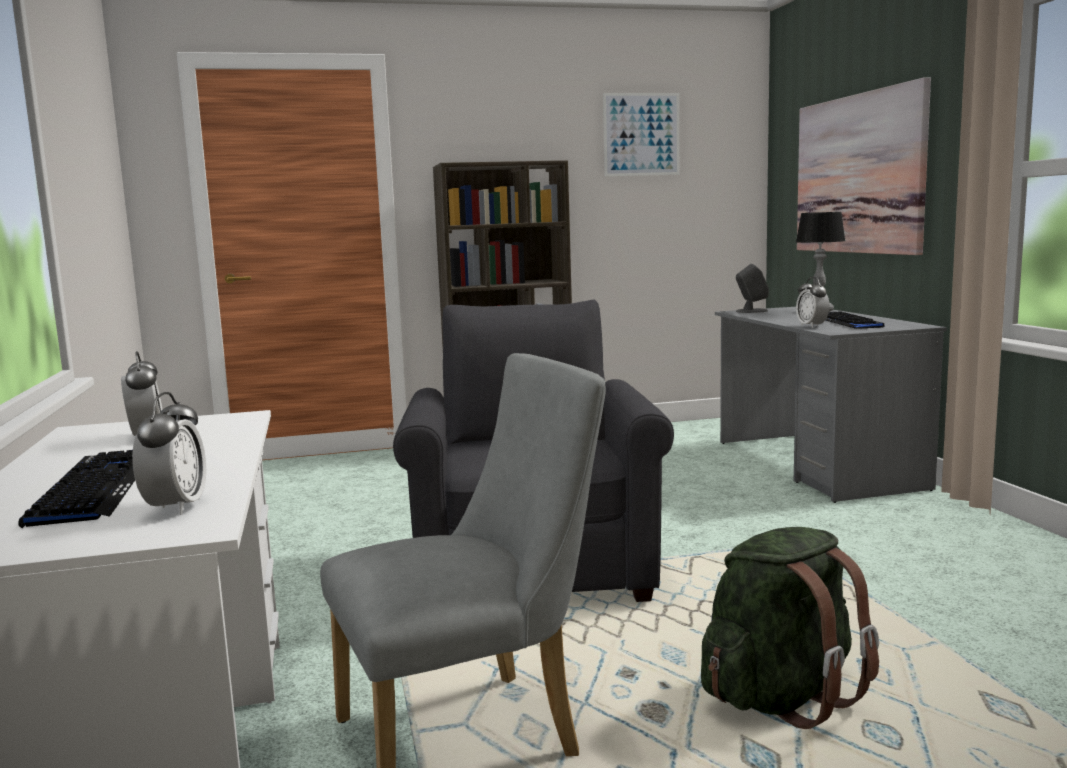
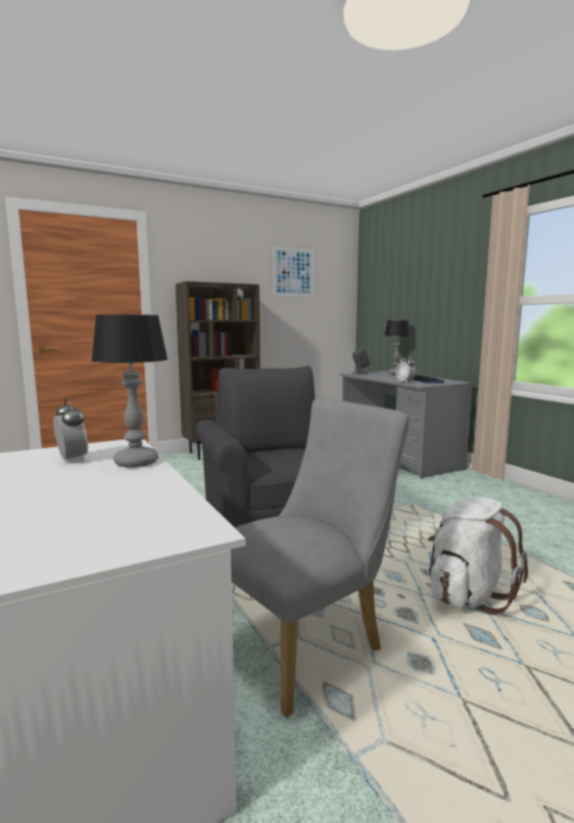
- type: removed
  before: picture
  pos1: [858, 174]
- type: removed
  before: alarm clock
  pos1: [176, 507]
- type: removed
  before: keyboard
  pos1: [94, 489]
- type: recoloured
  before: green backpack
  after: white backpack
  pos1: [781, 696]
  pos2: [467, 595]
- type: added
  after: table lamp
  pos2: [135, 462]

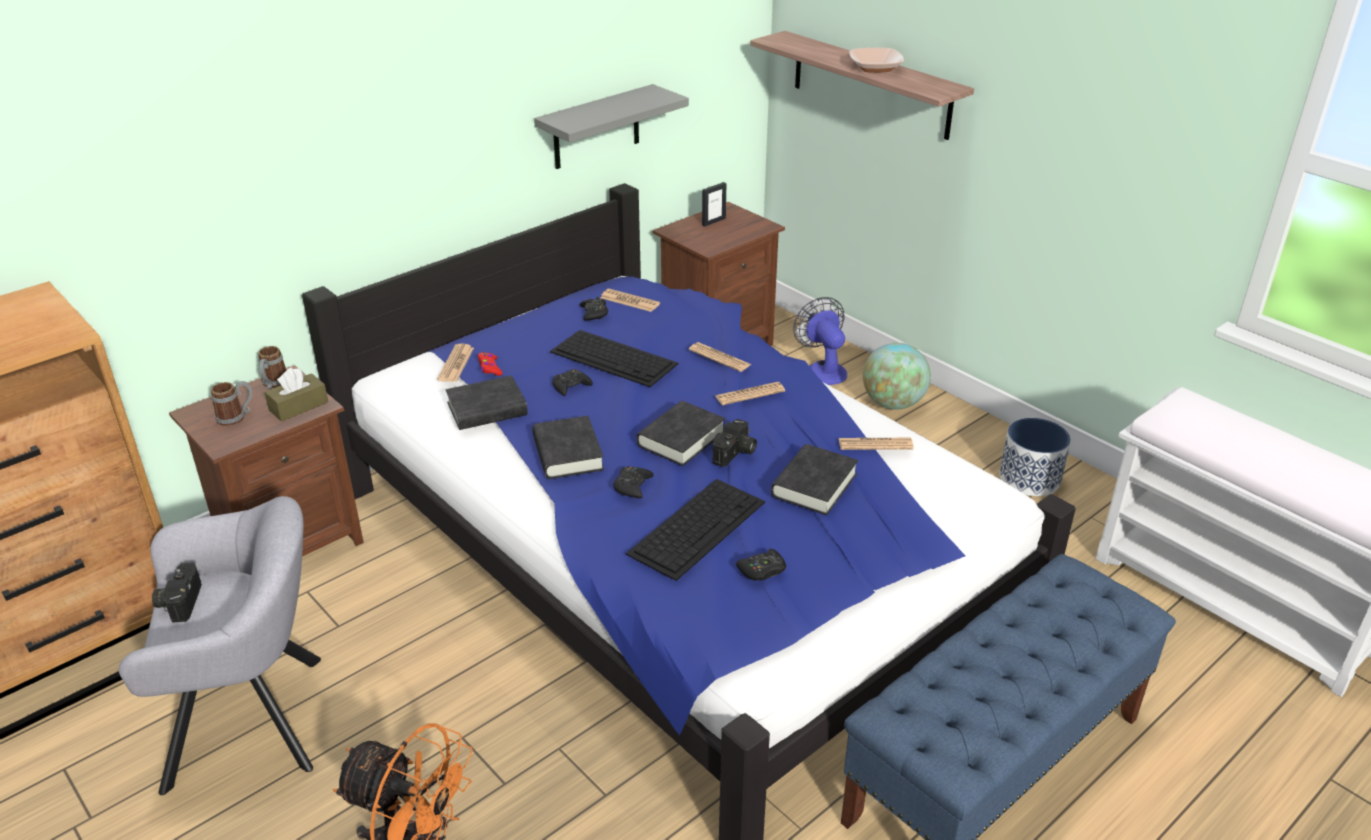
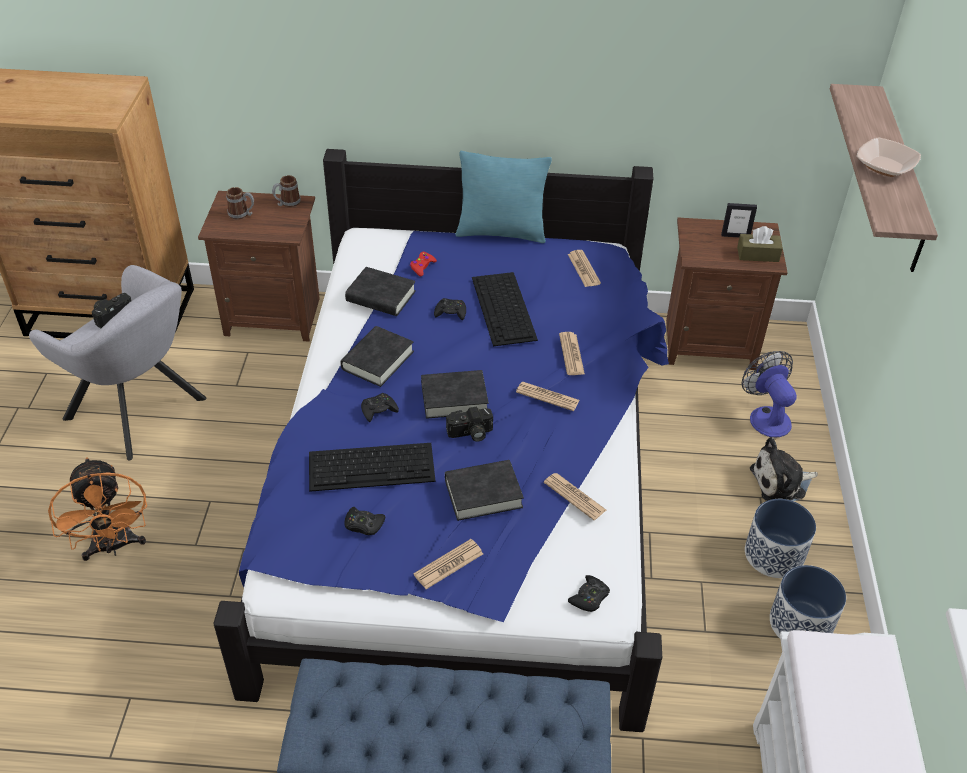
- type: removed
  before: grey shelf
  pos1: [596, 128]
- type: moved
  before: black game controller
  pos1: [594, 313]
  pos2: [589, 597]
- type: turned
  before: fan
  pos1: [822, 369]
  pos2: [766, 416]
  turn: -45
- type: replaced
  before: globe
  after: plush toy
  pos1: [893, 403]
  pos2: [781, 482]
- type: moved
  before: newspaper
  pos1: [456, 364]
  pos2: [448, 564]
- type: moved
  before: brown tissue box
  pos1: [298, 406]
  pos2: [758, 254]
- type: added
  after: turquoise pillow
  pos2: [501, 232]
- type: added
  after: planter
  pos2: [774, 555]

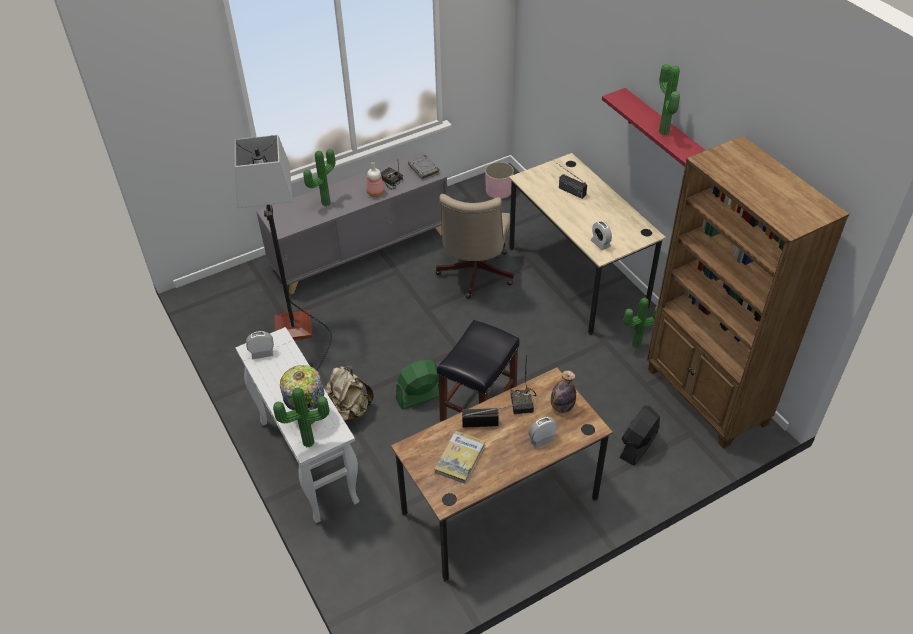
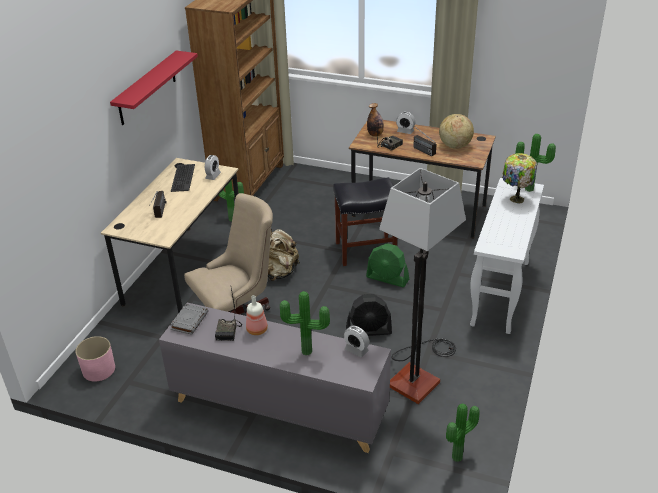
- type: moved
  before: potted plant
  pos1: [662, 132]
  pos2: [459, 458]
- type: moved
  before: alarm clock
  pos1: [262, 353]
  pos2: [356, 350]
- type: moved
  before: beige backpack
  pos1: [348, 410]
  pos2: [280, 272]
- type: moved
  before: black fan
  pos1: [638, 445]
  pos2: [369, 331]
- type: replaced
  before: book
  after: globe
  pos1: [460, 458]
  pos2: [454, 146]
- type: added
  after: keyboard
  pos2: [182, 178]

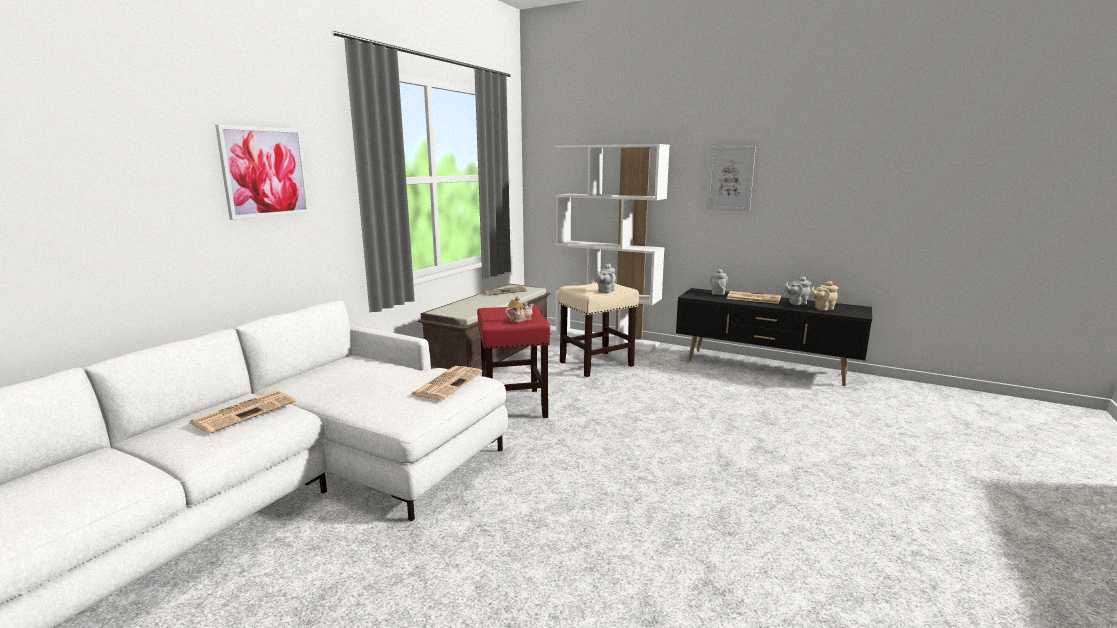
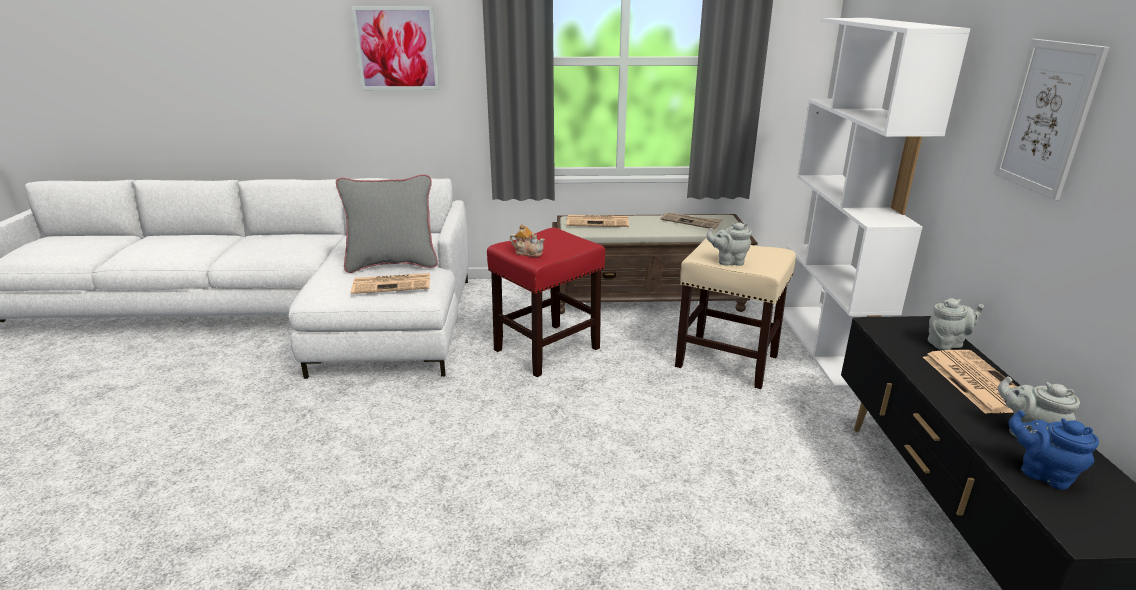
- type: recoloured
  before: beige teapot
  after: blue teapot
  pos1: [822, 308]
  pos2: [1042, 473]
- type: moved
  before: newspaper
  pos1: [245, 411]
  pos2: [598, 222]
- type: added
  after: grey pillow
  pos2: [392, 264]

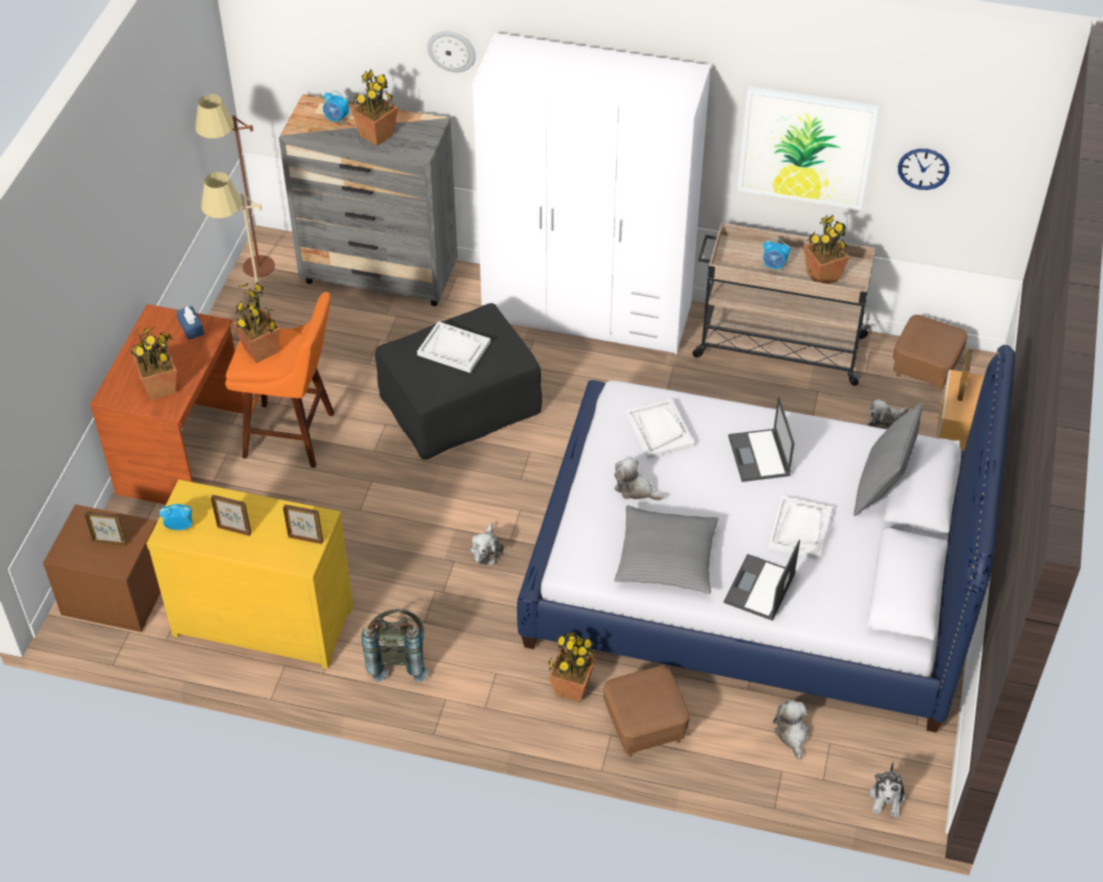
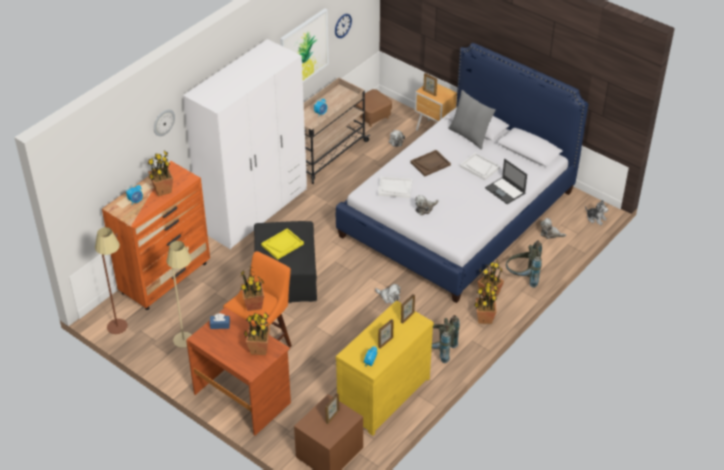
- type: recoloured
  before: grey dresser
  after: orange dresser
  pos1: [380, 275]
  pos2: [165, 278]
- type: moved
  before: potted plant
  pos1: [822, 276]
  pos2: [484, 318]
- type: recoloured
  before: white tray
  after: yellow tray
  pos1: [454, 348]
  pos2: [282, 244]
- type: replaced
  before: laptop
  after: brown tray
  pos1: [759, 456]
  pos2: [430, 164]
- type: removed
  before: grey pillow
  pos1: [666, 558]
- type: replaced
  before: brown ottoman
  after: grey backpack
  pos1: [644, 726]
  pos2: [522, 278]

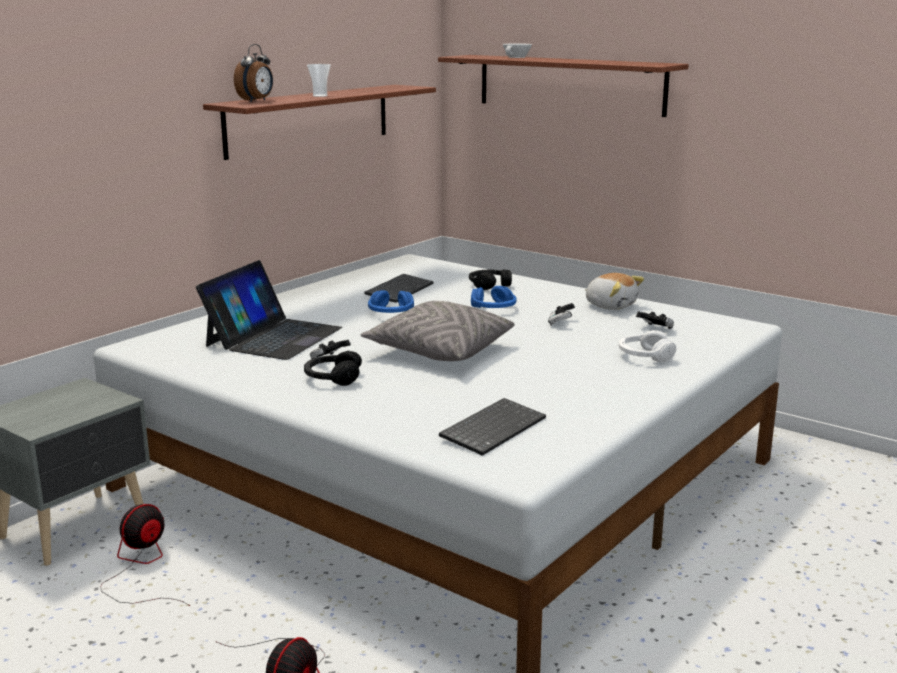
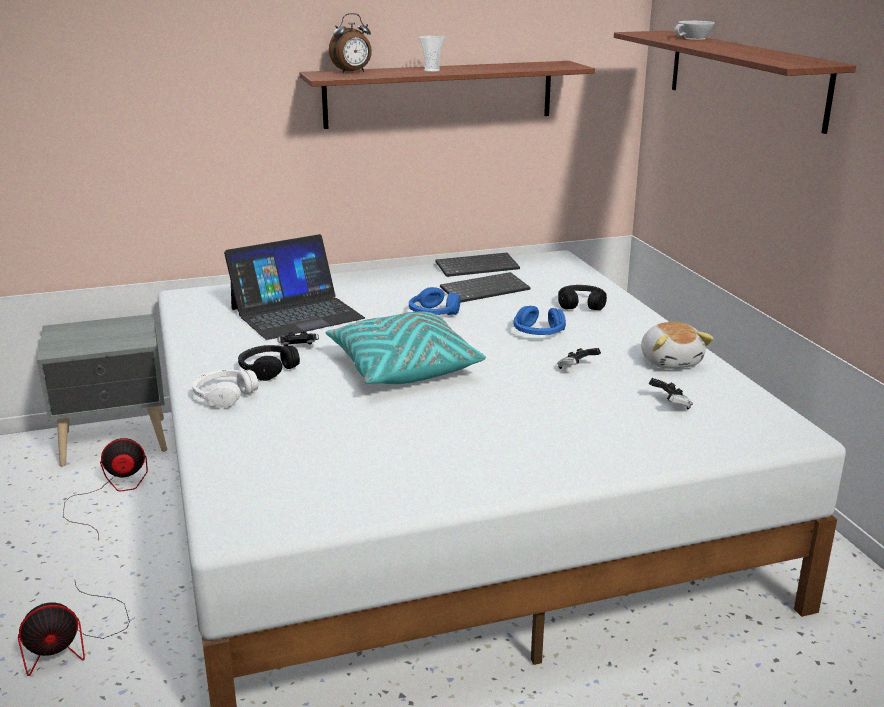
- type: recoloured
  before: grey pillow
  after: turquoise pillow
  pos1: [439, 351]
  pos2: [402, 368]
- type: moved
  before: white headphones
  pos1: [644, 356]
  pos2: [224, 396]
- type: moved
  before: keyboard
  pos1: [492, 428]
  pos2: [478, 266]

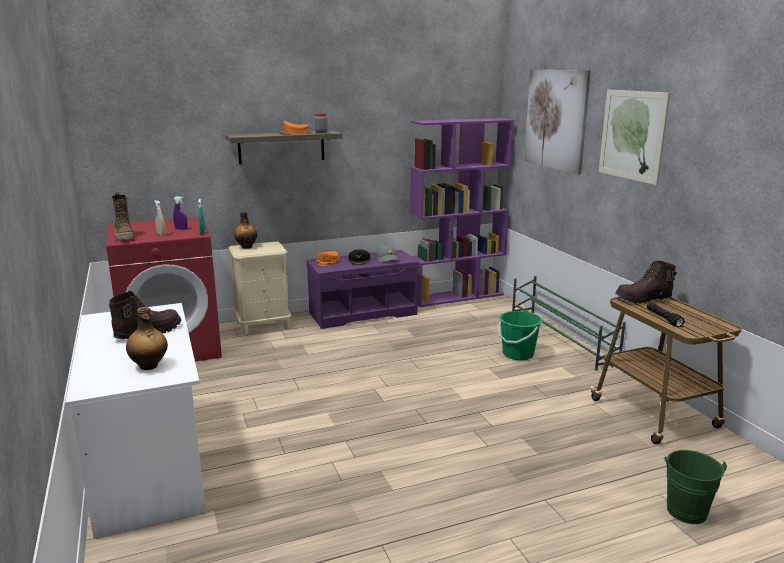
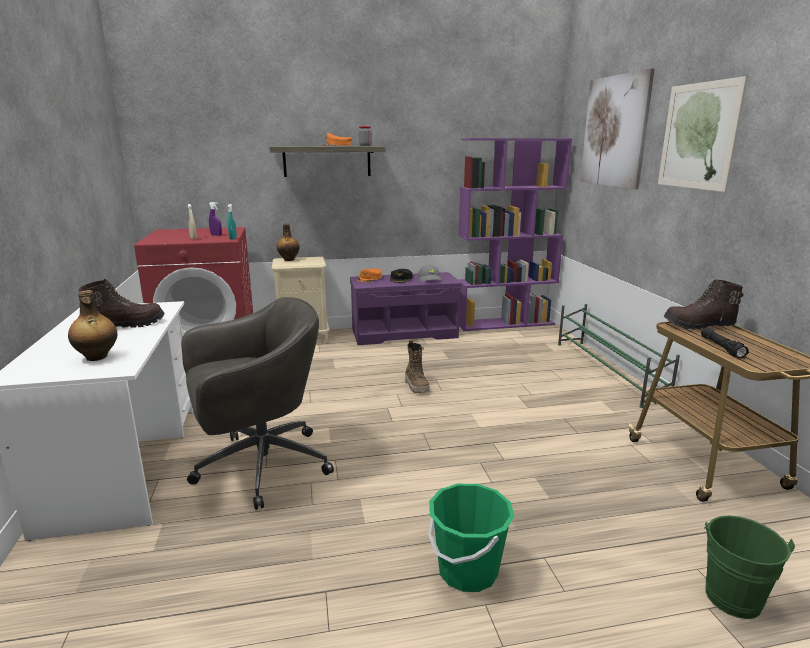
- type: moved
  before: boot
  pos1: [124, 237]
  pos2: [416, 386]
- type: moved
  before: green bucket
  pos1: [518, 354]
  pos2: [467, 571]
- type: added
  after: grey office chair
  pos2: [259, 466]

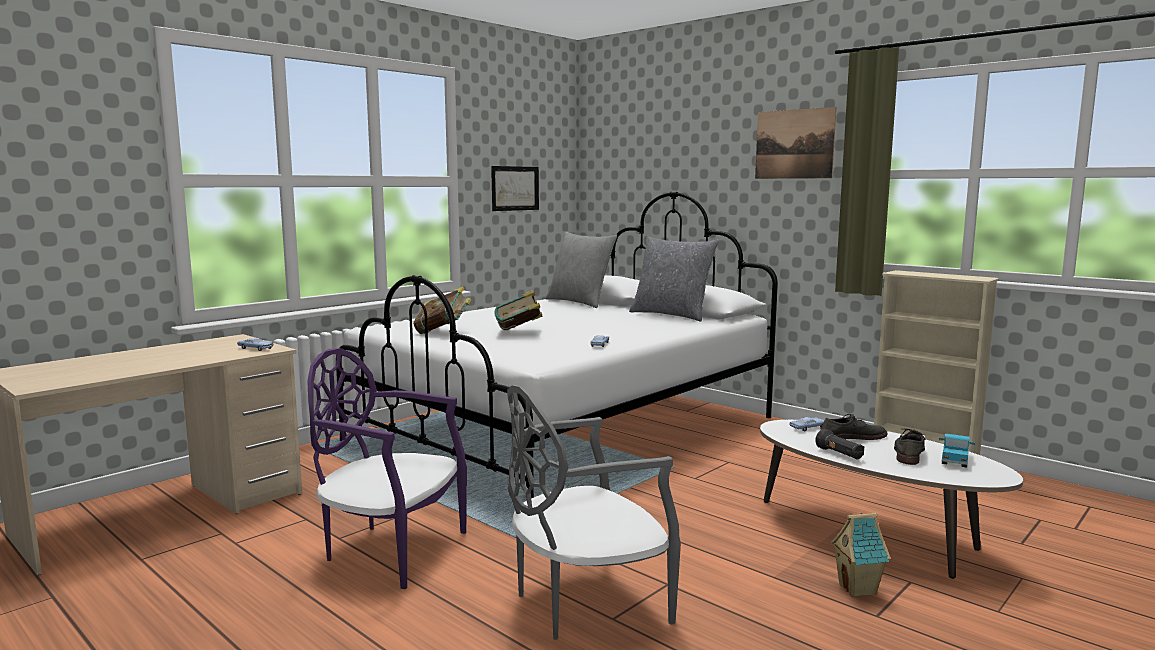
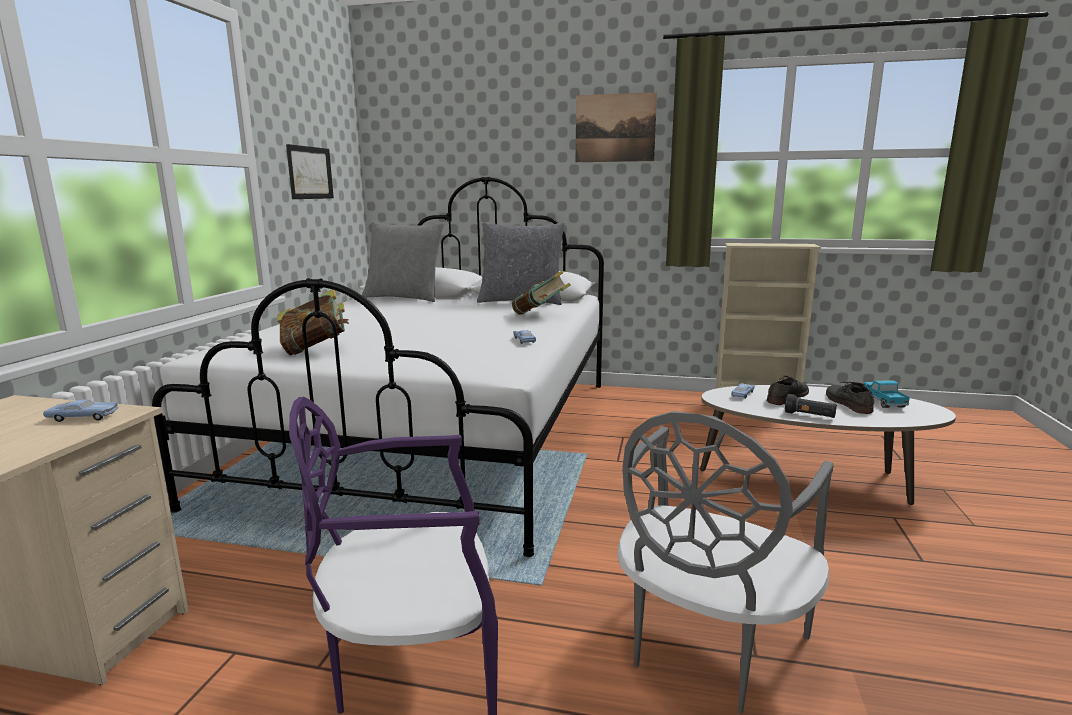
- type: moved
  before: book
  pos1: [519, 333]
  pos2: [540, 315]
- type: removed
  before: toy house
  pos1: [858, 589]

